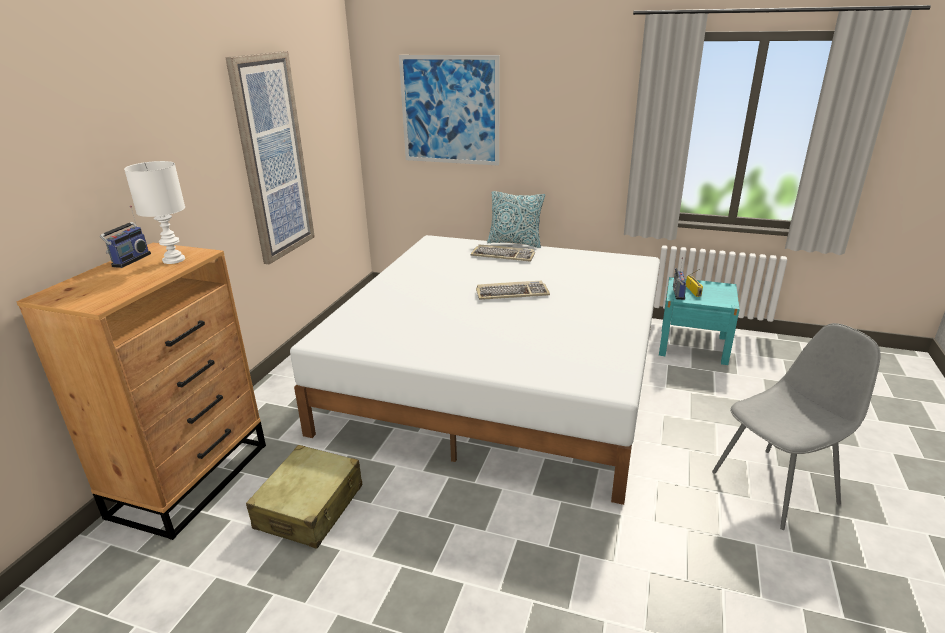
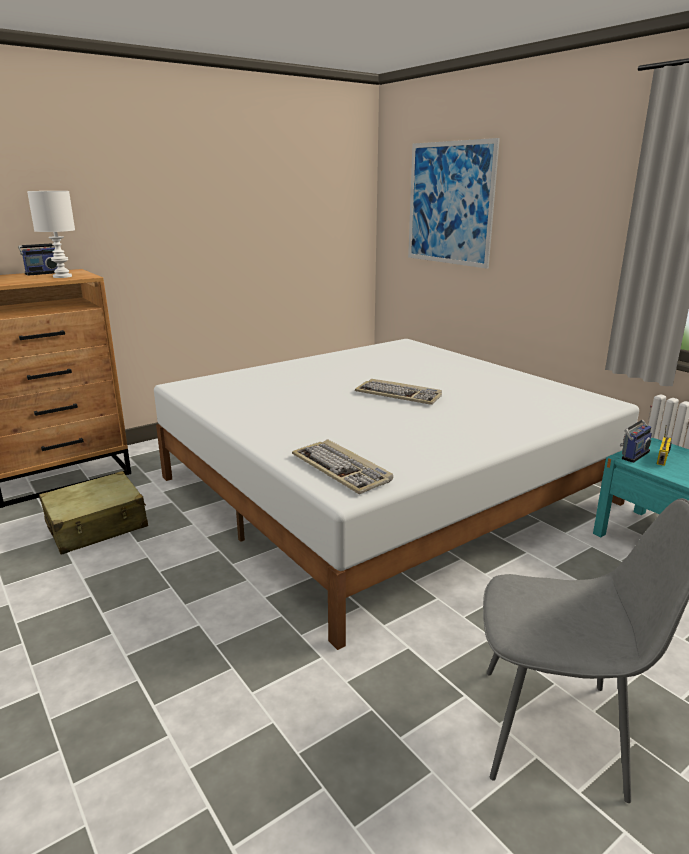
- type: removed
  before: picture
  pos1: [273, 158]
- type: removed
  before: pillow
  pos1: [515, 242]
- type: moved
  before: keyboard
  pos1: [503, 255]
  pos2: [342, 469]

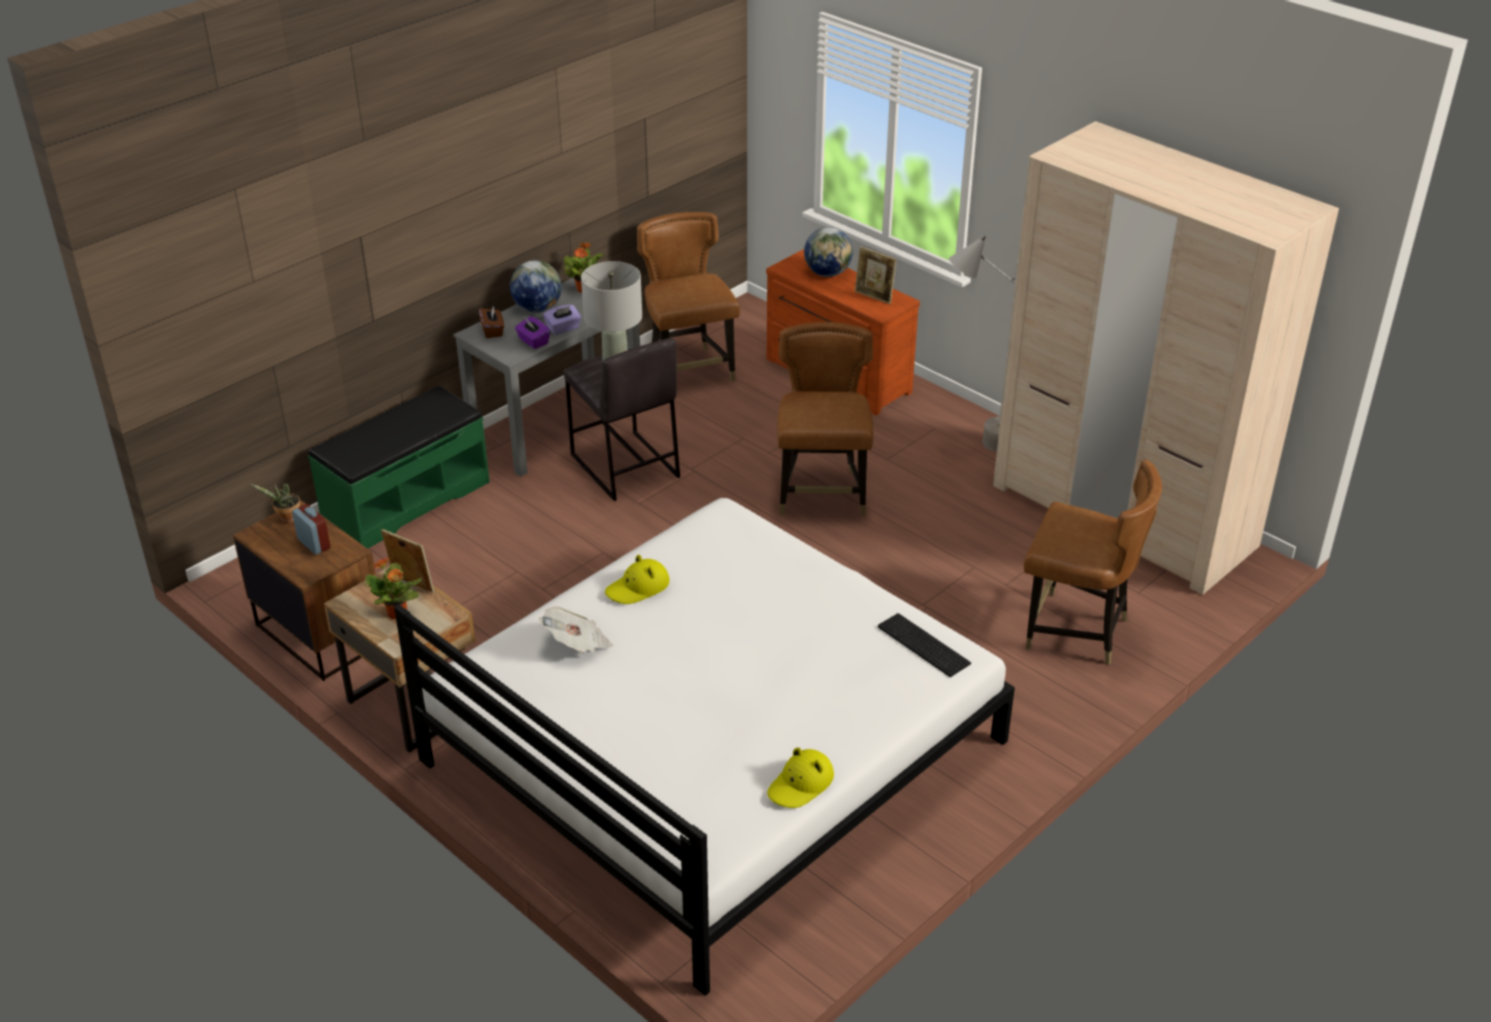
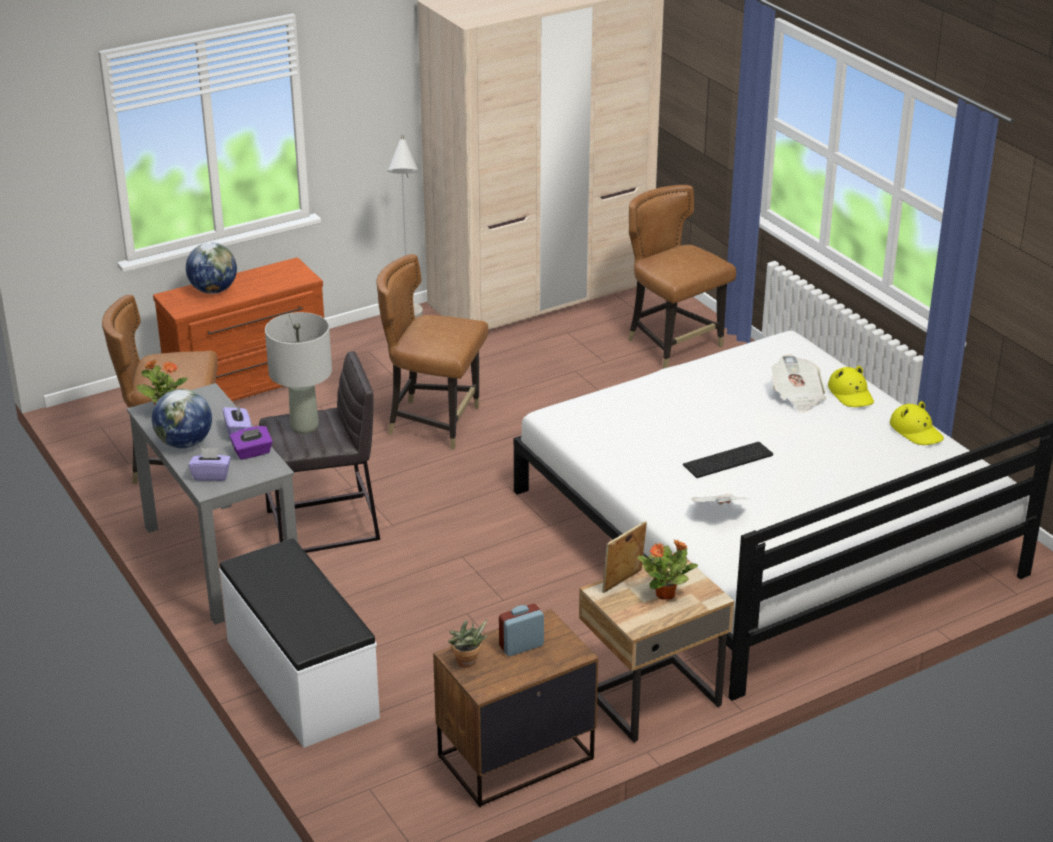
- type: removed
  before: picture frame
  pos1: [874, 297]
- type: recoloured
  before: brown tissue box
  after: purple tissue box
  pos1: [492, 331]
  pos2: [211, 475]
- type: recoloured
  before: green bench
  after: white bench
  pos1: [405, 501]
  pos2: [300, 679]
- type: turned
  before: brown chair
  pos1: [1076, 631]
  pos2: [673, 345]
  turn: -75
- type: moved
  before: yellow hat
  pos1: [638, 587]
  pos2: [851, 394]
- type: moved
  before: keyboard
  pos1: [921, 645]
  pos2: [728, 461]
- type: added
  after: newspaper
  pos2: [797, 397]

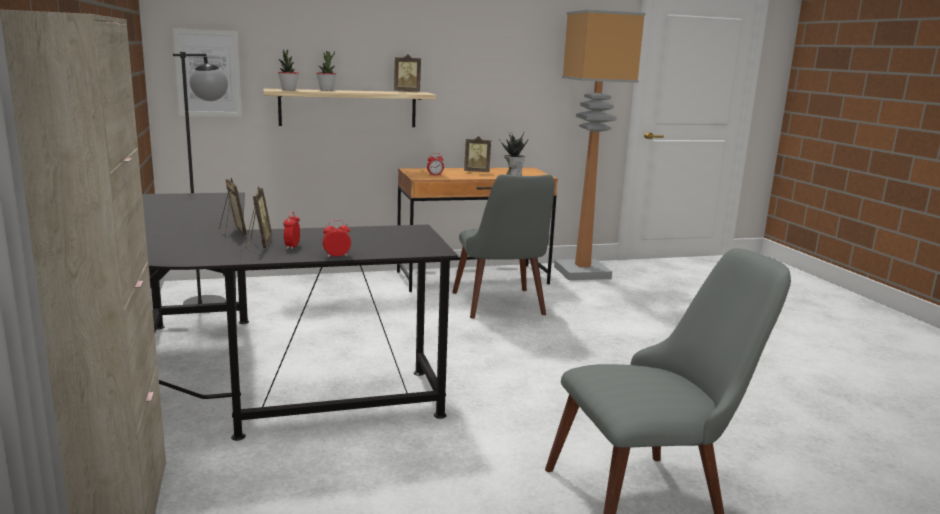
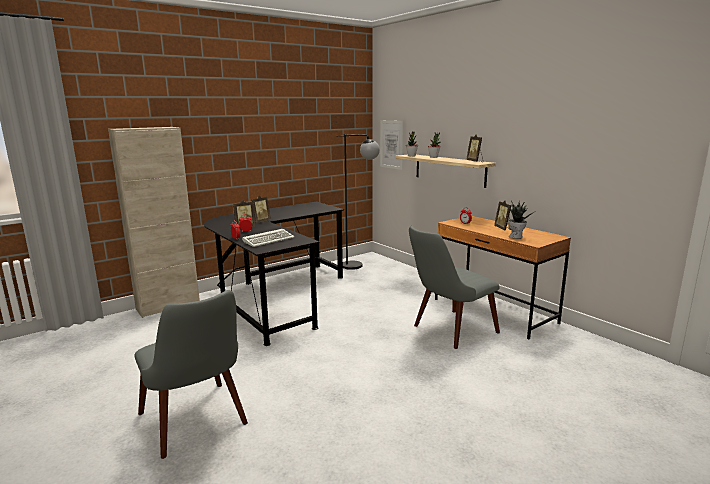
- type: removed
  before: floor lamp
  pos1: [582, 272]
- type: added
  after: keyboard
  pos2: [269, 240]

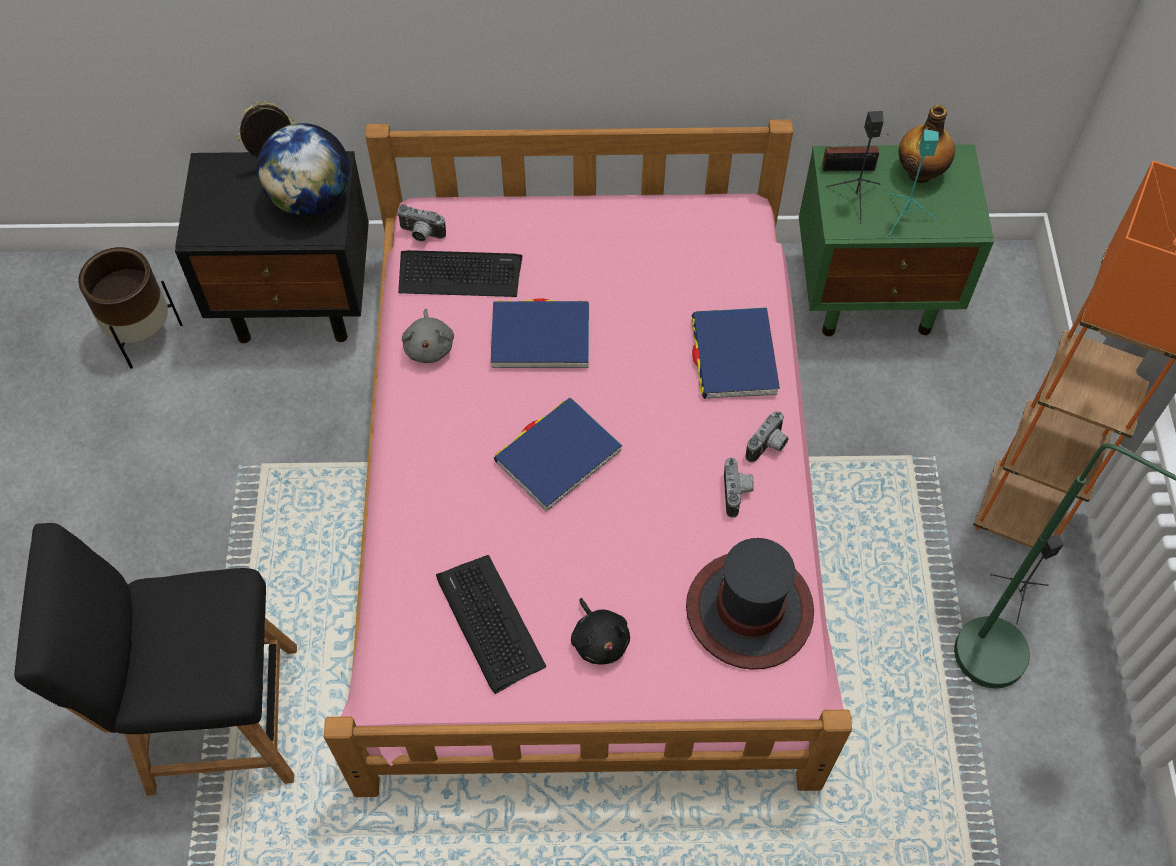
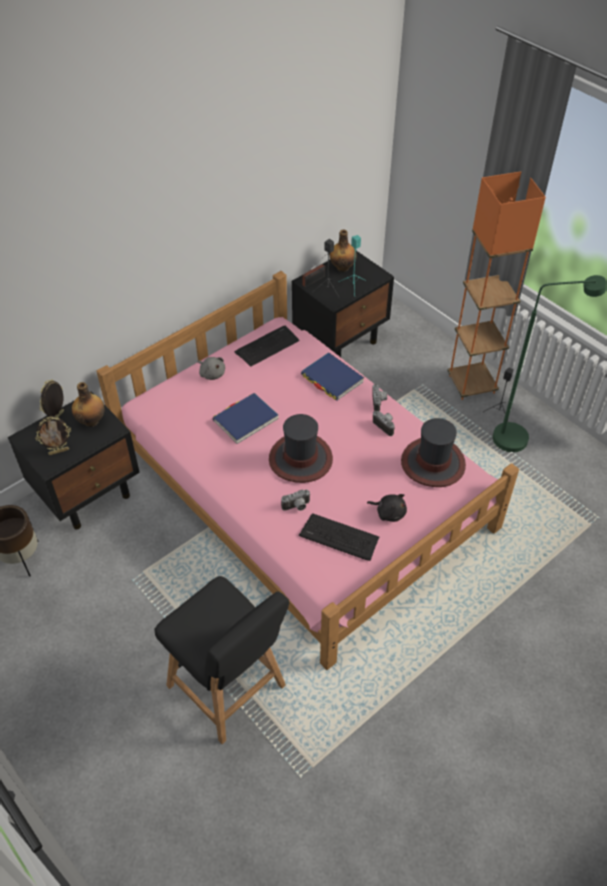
- type: replaced
  before: globe
  after: bottle
  pos1: [311, 199]
  pos2: [92, 421]
- type: recoloured
  before: green nightstand
  after: black nightstand
  pos1: [873, 293]
  pos2: [340, 340]
- type: moved
  before: photo camera
  pos1: [421, 234]
  pos2: [297, 507]
- type: moved
  before: keyboard
  pos1: [459, 274]
  pos2: [267, 346]
- type: moved
  before: grey plush toy
  pos1: [429, 346]
  pos2: [212, 373]
- type: replaced
  before: blue book
  after: hat
  pos1: [558, 456]
  pos2: [301, 459]
- type: turned
  before: black chair
  pos1: [213, 718]
  pos2: [230, 689]
  turn: -90
- type: added
  after: picture frame
  pos2: [59, 451]

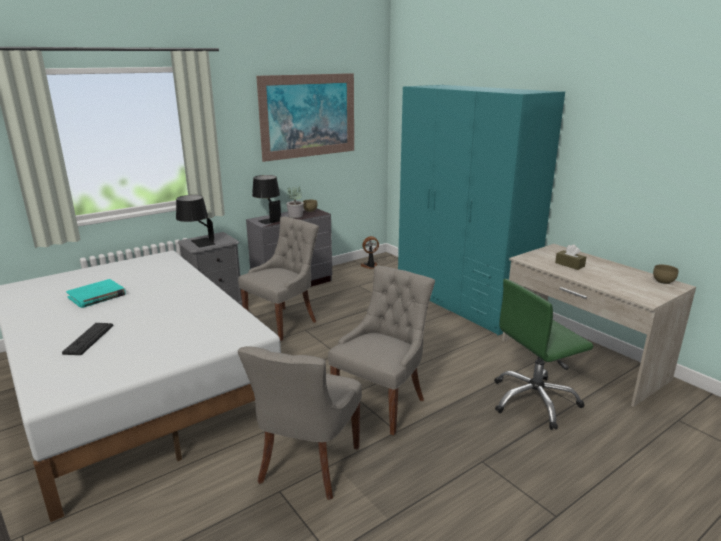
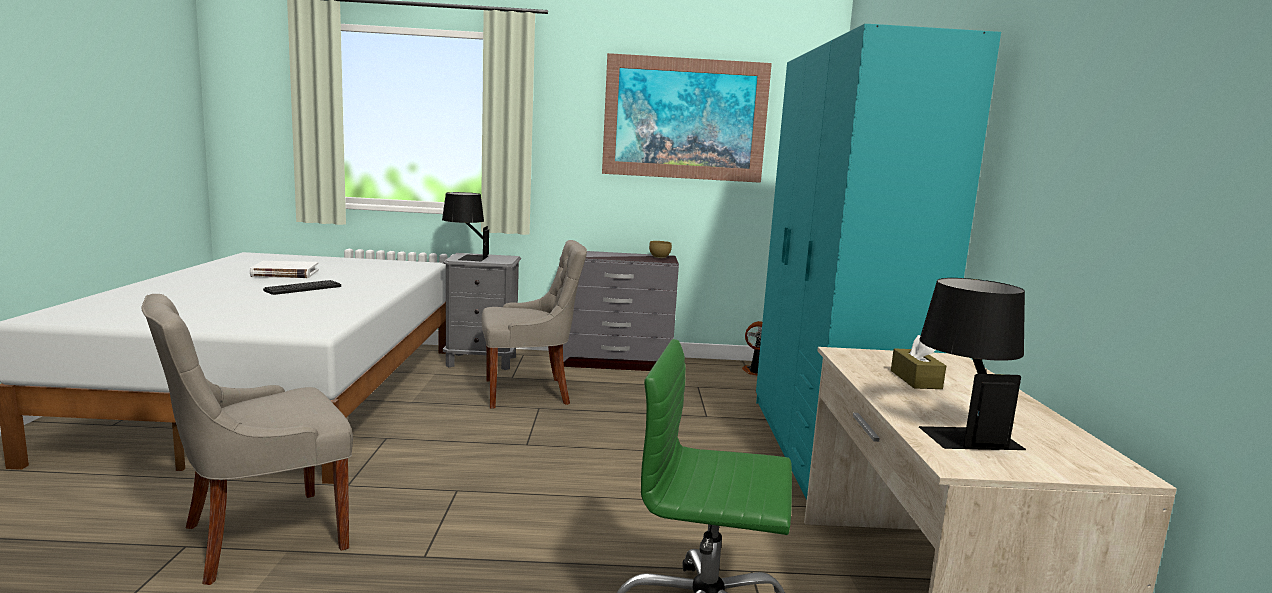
- type: moved
  before: black table lamp
  pos1: [268, 219]
  pos2: [960, 430]
- type: removed
  before: potted plant
  pos1: [295, 215]
- type: removed
  before: grey chair
  pos1: [381, 403]
- type: removed
  before: brown bowl
  pos1: [662, 281]
- type: recoloured
  before: turquoise book
  after: white book
  pos1: [97, 296]
  pos2: [285, 273]
- type: moved
  before: keyboard
  pos1: [89, 339]
  pos2: [303, 288]

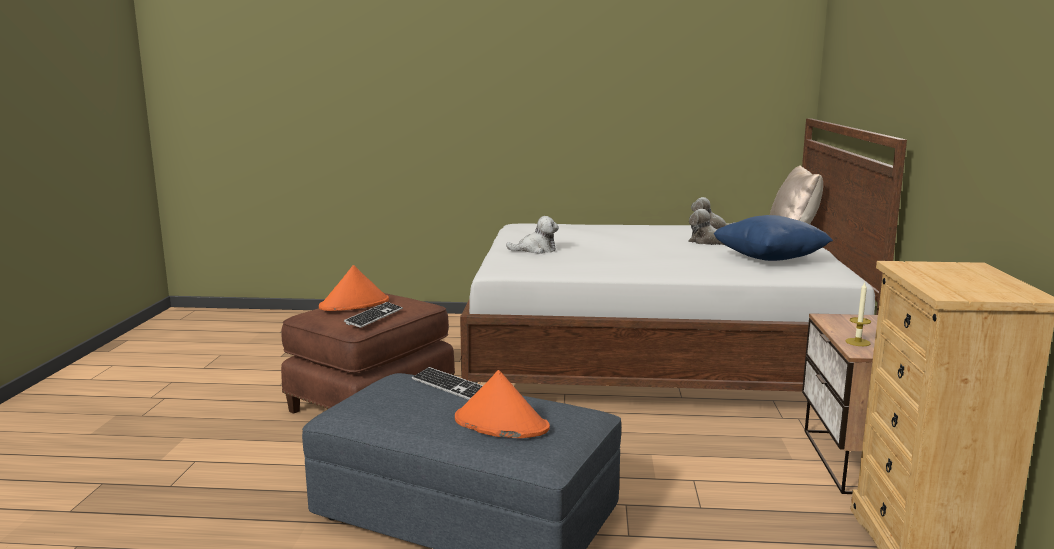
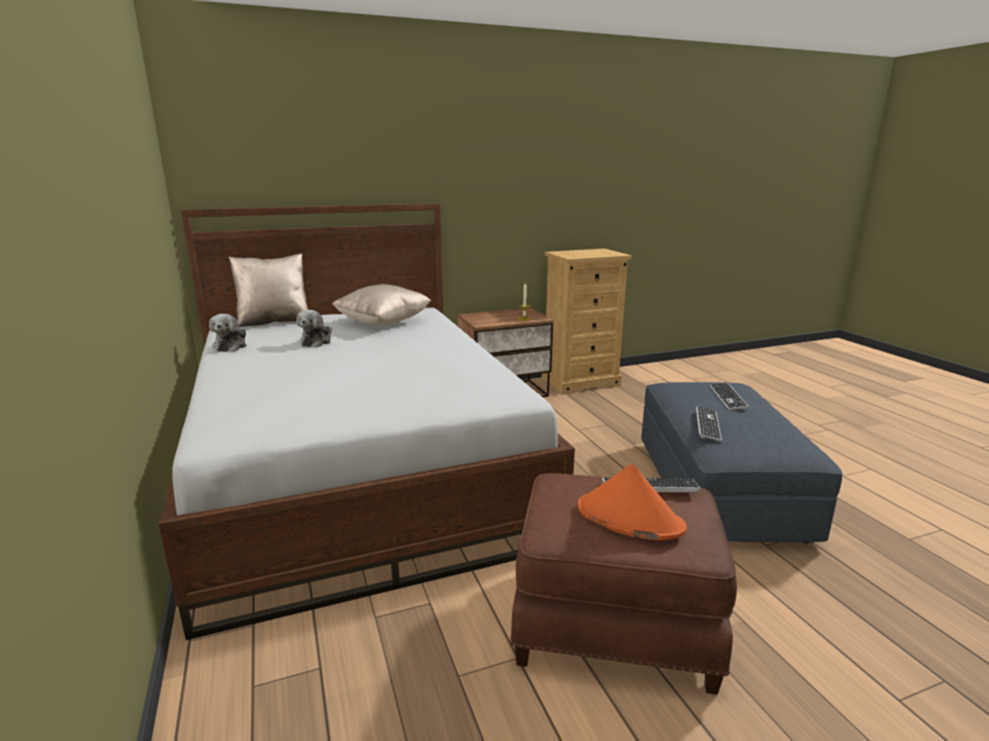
- type: recoloured
  before: blue pillow
  after: beige pillow
  pos1: [769, 260]
  pos2: [383, 323]
- type: removed
  before: plush toy
  pos1: [535, 250]
- type: replaced
  before: orange hat
  after: keyboard
  pos1: [500, 423]
  pos2: [727, 397]

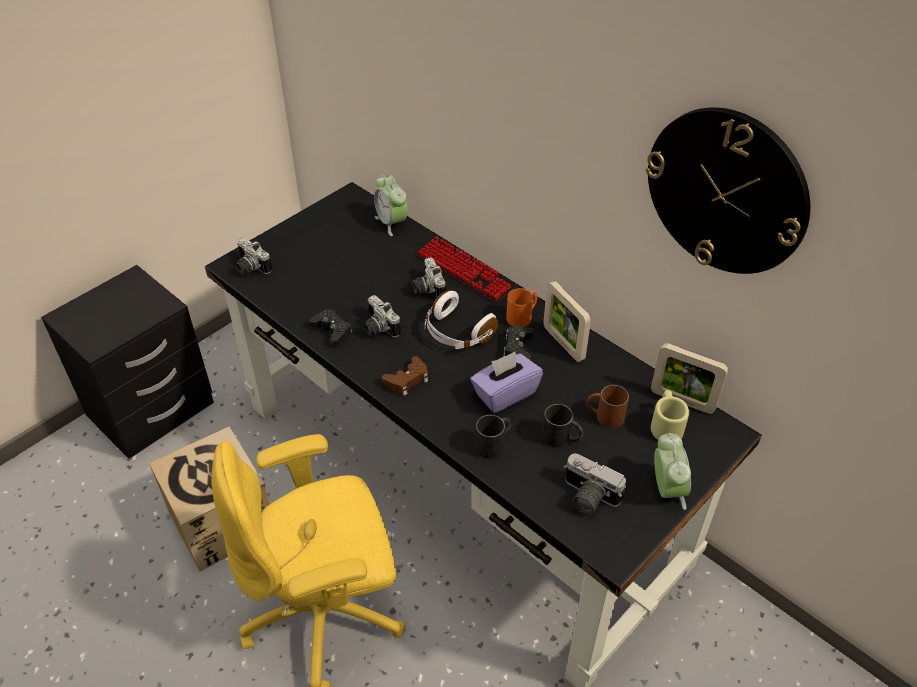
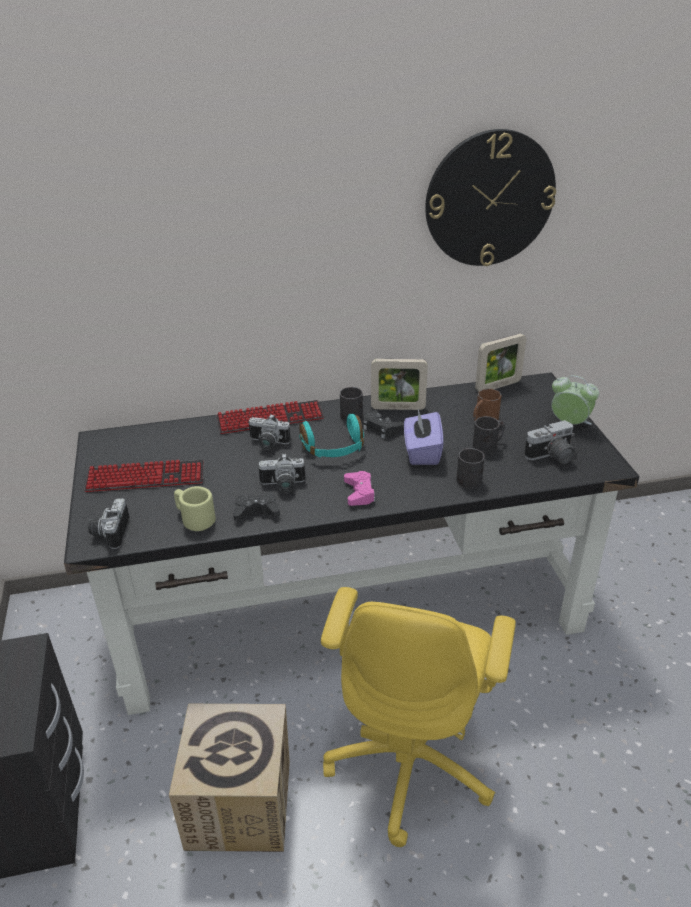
- type: removed
  before: alarm clock
  pos1: [392, 223]
- type: turned
  before: photo camera
  pos1: [250, 268]
  pos2: [109, 532]
  turn: 105
- type: recoloured
  before: orange mug
  after: black mug
  pos1: [522, 316]
  pos2: [350, 413]
- type: recoloured
  before: white headphones
  after: turquoise headphones
  pos1: [457, 332]
  pos2: [334, 449]
- type: recoloured
  before: brown game controller
  after: pink game controller
  pos1: [407, 380]
  pos2: [359, 493]
- type: moved
  before: beige mug
  pos1: [666, 424]
  pos2: [194, 518]
- type: added
  after: keyboard
  pos2: [145, 478]

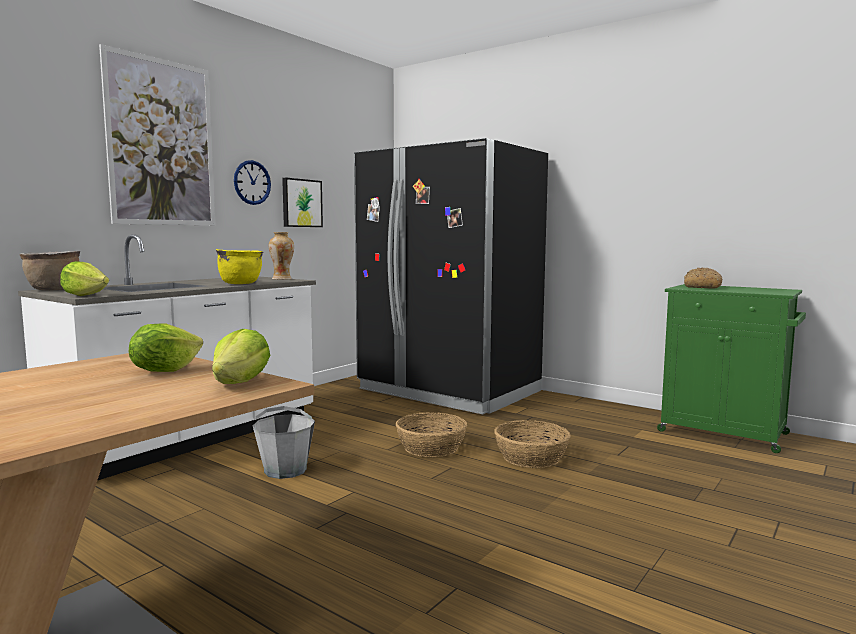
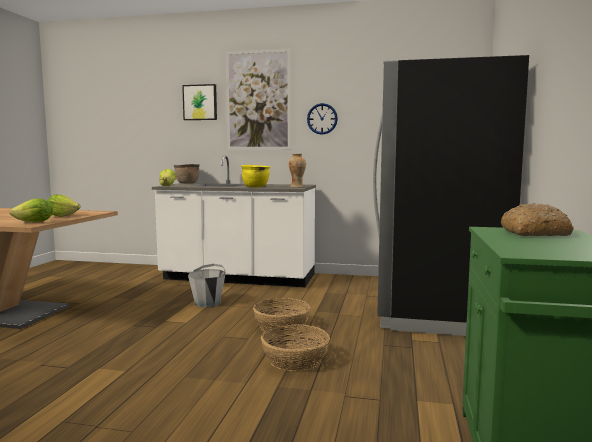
- type: moved
  before: picture
  pos1: [301, 203]
  pos2: [200, 102]

